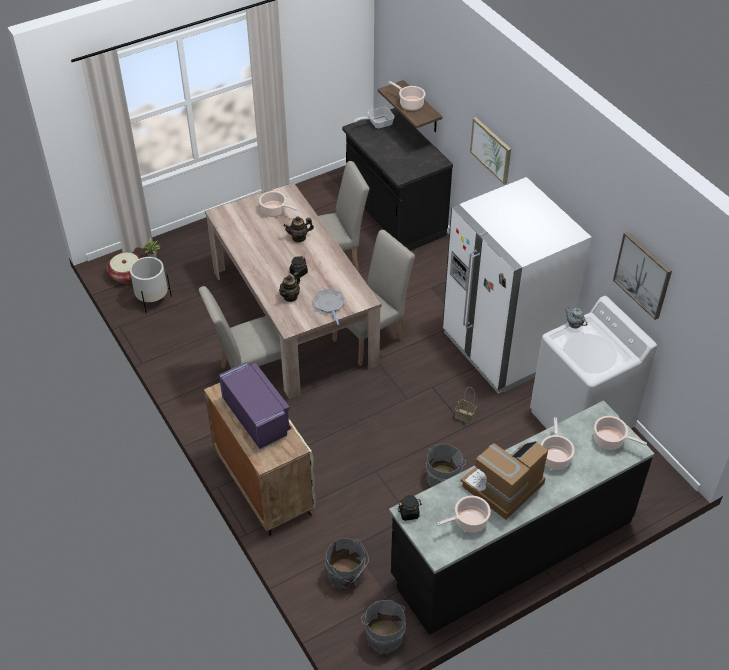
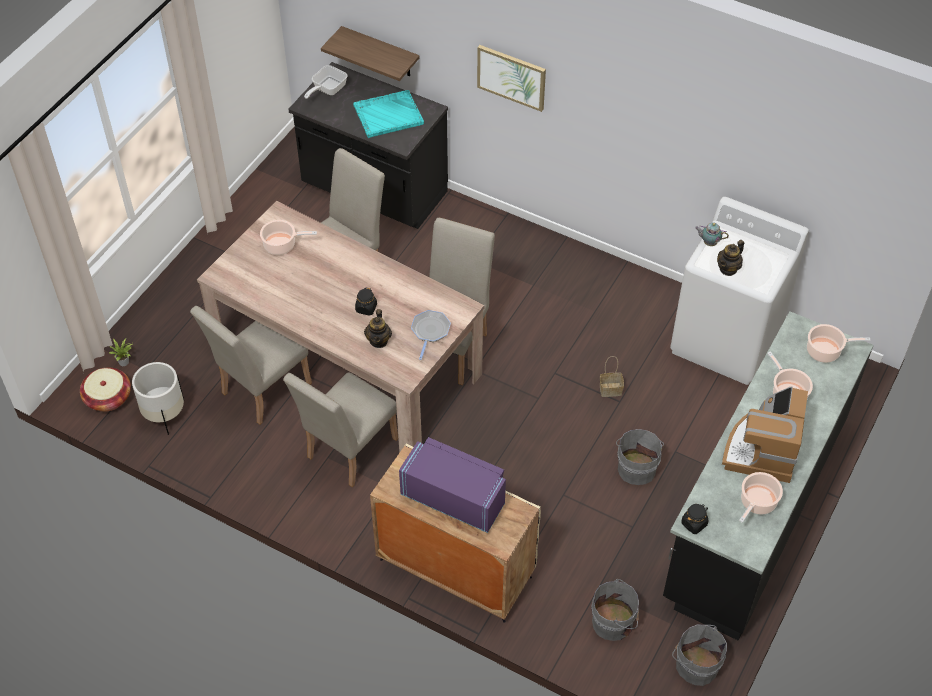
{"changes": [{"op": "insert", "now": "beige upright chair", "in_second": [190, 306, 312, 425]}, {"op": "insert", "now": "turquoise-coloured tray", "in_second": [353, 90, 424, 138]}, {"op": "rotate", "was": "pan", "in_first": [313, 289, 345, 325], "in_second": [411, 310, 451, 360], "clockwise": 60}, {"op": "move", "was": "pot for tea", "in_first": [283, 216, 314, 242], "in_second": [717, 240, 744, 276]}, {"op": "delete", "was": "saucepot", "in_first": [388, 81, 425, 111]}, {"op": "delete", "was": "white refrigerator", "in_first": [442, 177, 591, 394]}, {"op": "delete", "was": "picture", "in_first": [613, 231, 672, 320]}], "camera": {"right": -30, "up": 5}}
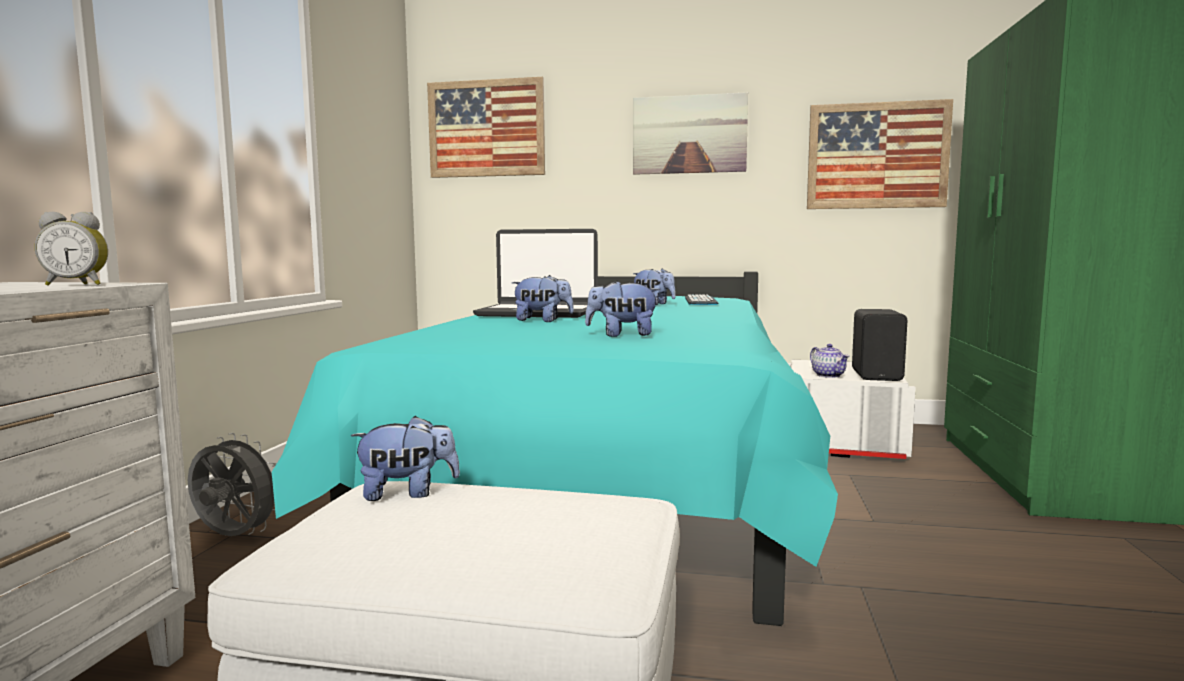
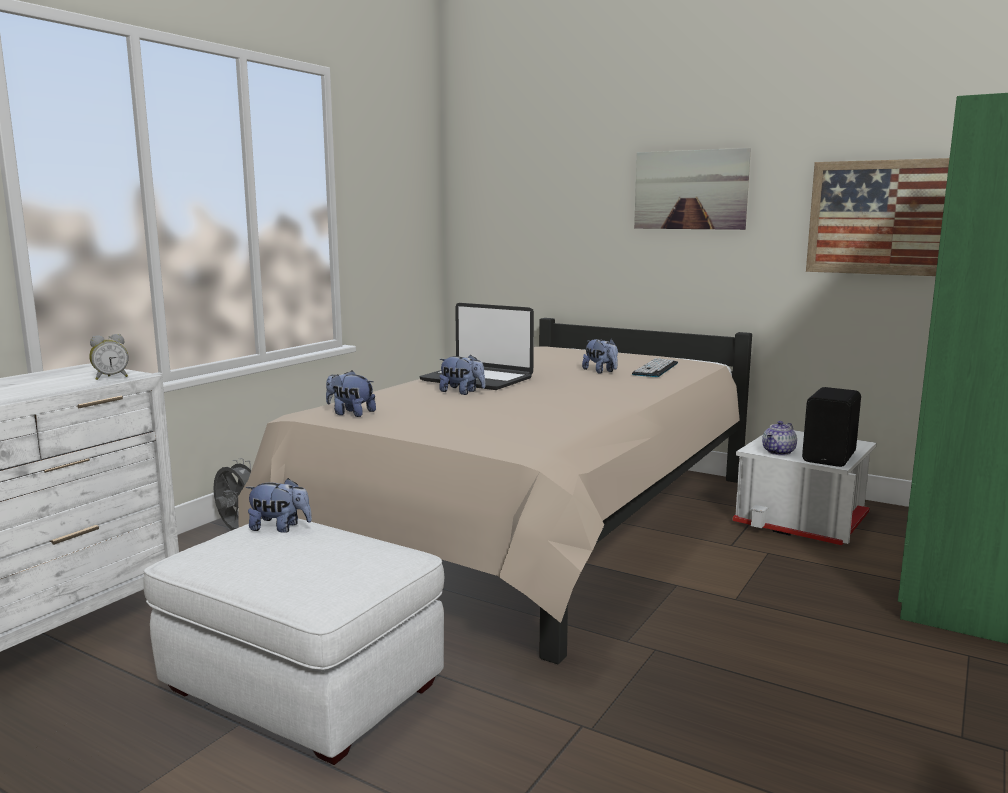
{"changes": [{"op": "rotate", "was": "bedside clock", "in_first": [35, 212, 108, 286], "in_second": [89, 334, 129, 380], "clockwise": -45}, {"op": "recolor", "was": "turquoise-coloured bedroom bed", "now": "beige bedroom bed", "in_first": [272, 272, 838, 626], "in_second": [238, 318, 752, 665]}, {"op": "move", "was": "soft toy", "in_first": [585, 280, 661, 337], "in_second": [326, 370, 376, 417]}, {"op": "rotate", "was": "pot for tea", "in_first": [810, 344, 849, 378], "in_second": [762, 421, 797, 455], "clockwise": 45}, {"op": "delete", "was": "picture", "in_first": [427, 77, 545, 178]}], "camera": {"right": 20, "up": 5}}
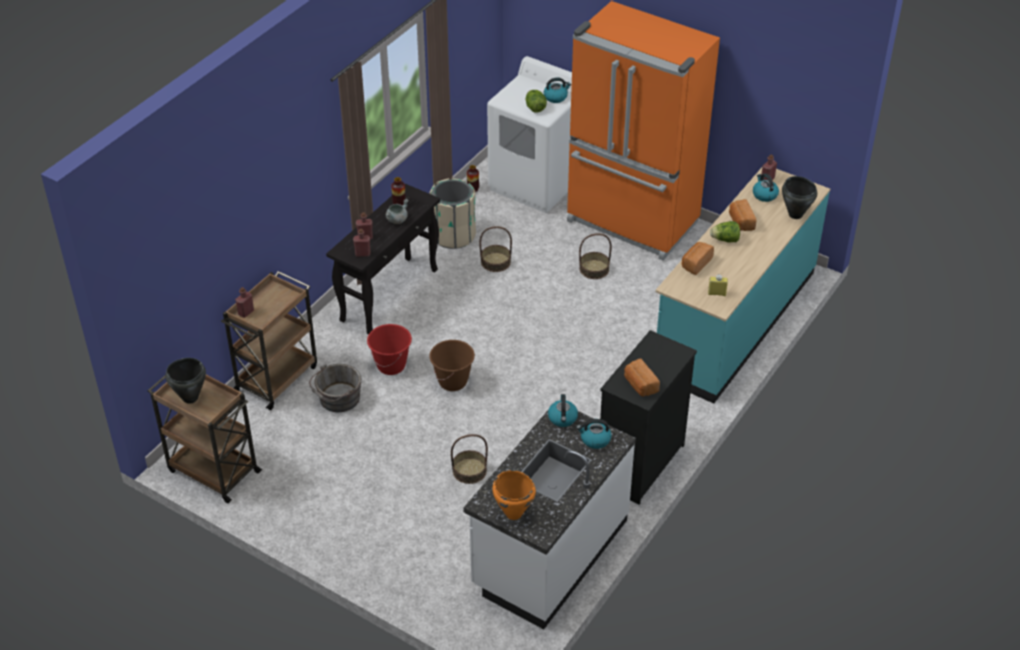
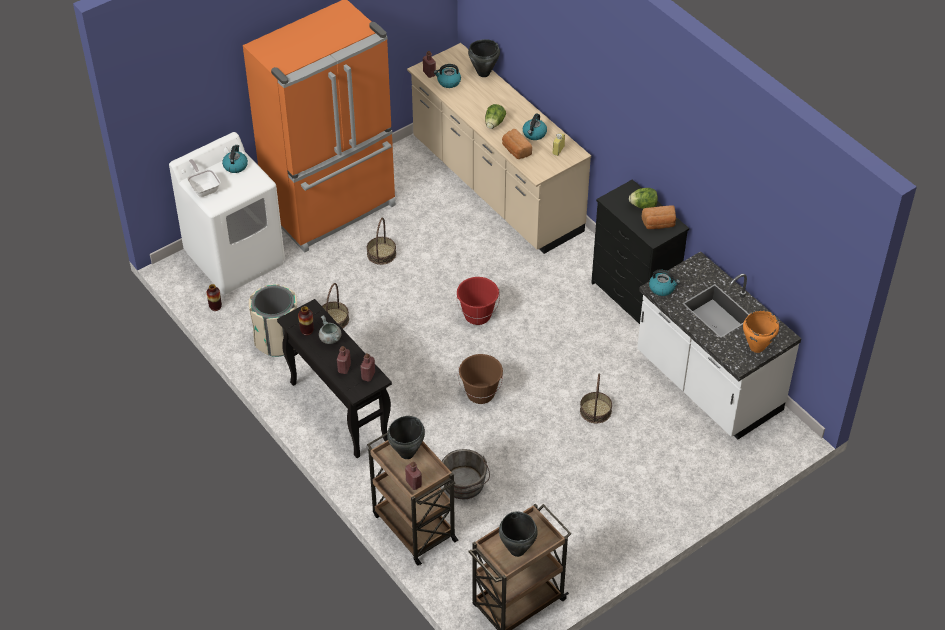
{"changes": [{"op": "insert", "now": "pan", "in_second": [187, 159, 220, 197]}, {"op": "insert", "now": "black saucepot", "in_second": [387, 416, 425, 459]}, {"op": "recolor", "was": "turquoise-coloured counter", "now": "beige counter", "in_first": [655, 168, 830, 404], "in_second": [407, 43, 591, 254]}, {"op": "move", "was": "reddish water bucket", "in_first": [367, 324, 412, 375], "in_second": [456, 277, 500, 325]}, {"op": "move", "was": "kettle", "in_first": [577, 419, 612, 449], "in_second": [523, 114, 547, 140]}, {"op": "move", "was": "lettuce", "in_first": [526, 90, 547, 113], "in_second": [629, 188, 658, 209]}, {"op": "delete", "was": "baked bread", "in_first": [729, 199, 756, 231]}], "camera": {"right": -70, "up": 5}}
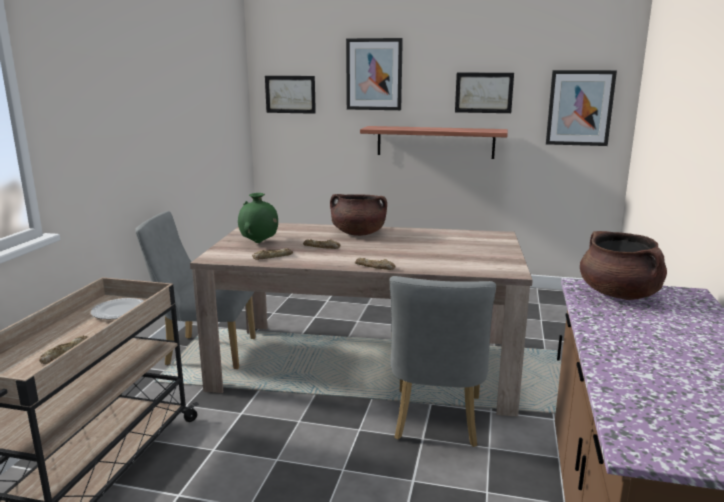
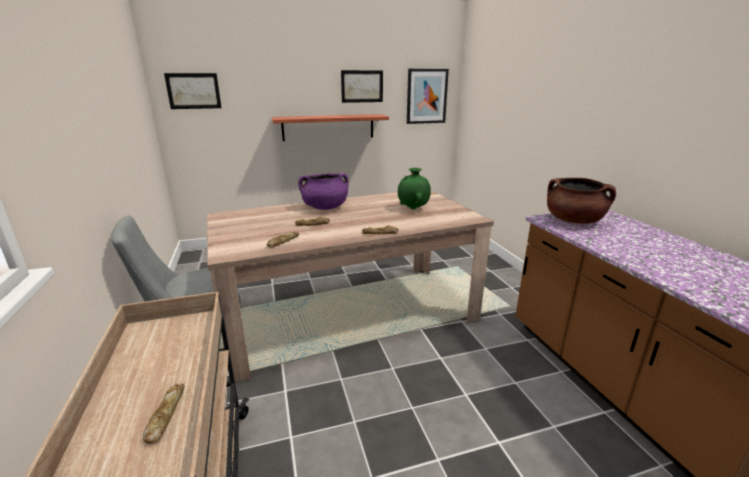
{"changes": [{"op": "recolor", "was": "brown saucepot", "now": "purple saucepot", "in_first": [330, 194, 387, 236], "in_second": [298, 173, 349, 210]}, {"op": "move", "was": "green-coloured vase", "in_first": [238, 193, 278, 243], "in_second": [398, 168, 431, 209]}, {"op": "delete", "was": "dinner plate", "in_first": [91, 298, 144, 319]}, {"op": "delete", "was": "picture", "in_first": [346, 38, 403, 110]}, {"op": "delete", "was": "gray upright chair", "in_first": [390, 276, 496, 447]}], "camera": {"right": -30, "up": 5}}
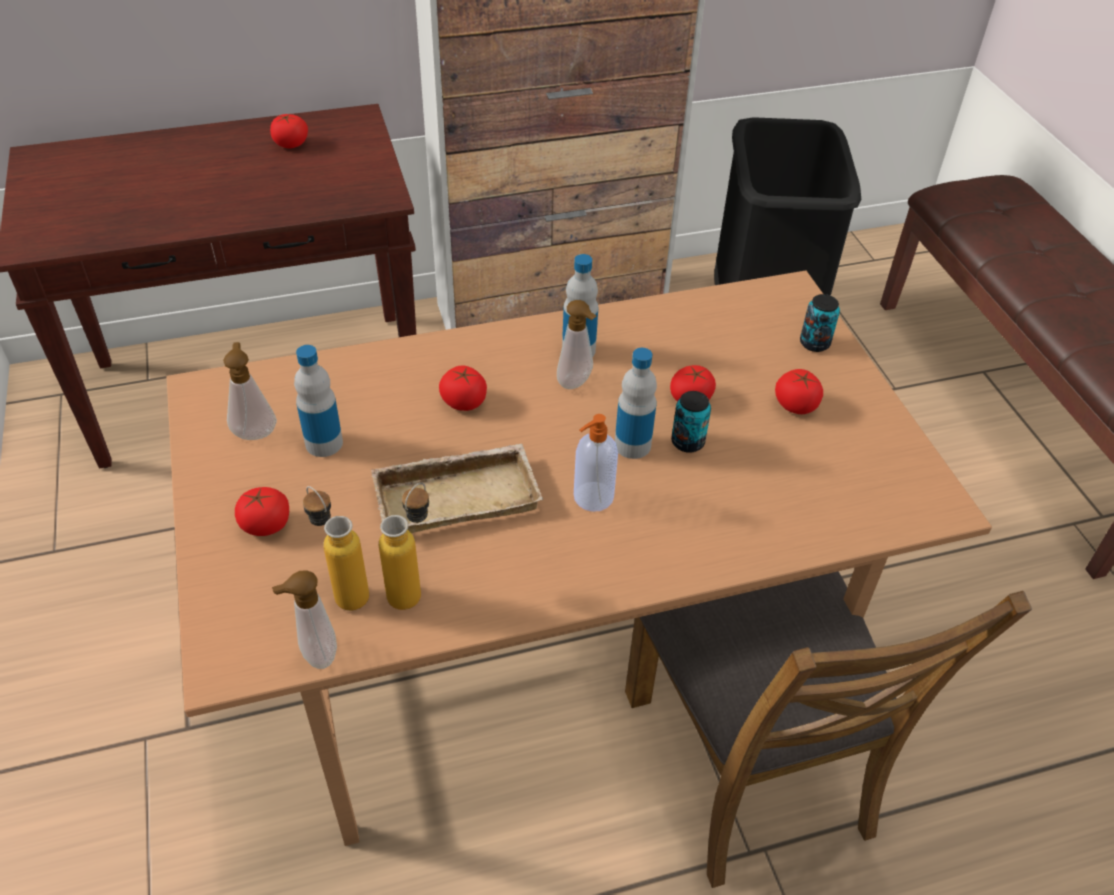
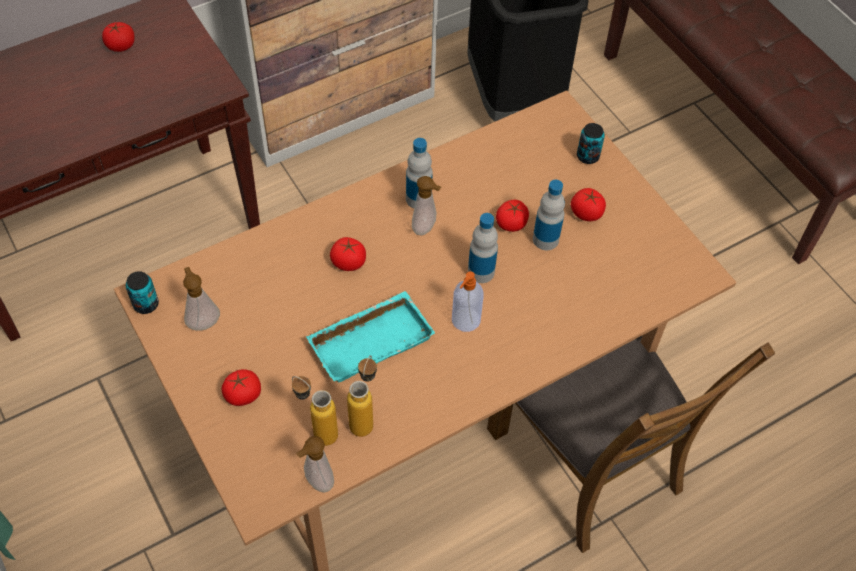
{"changes": [{"op": "move", "was": "metal can", "in_first": [671, 391, 711, 453], "in_second": [126, 271, 159, 314]}, {"op": "recolor", "was": "beige tray", "now": "turquoise-coloured tray", "in_first": [370, 443, 543, 533], "in_second": [306, 291, 435, 383]}, {"op": "move", "was": "drink bottle", "in_first": [294, 345, 343, 457], "in_second": [533, 180, 565, 250]}], "camera": {"right": -15, "up": 10}}
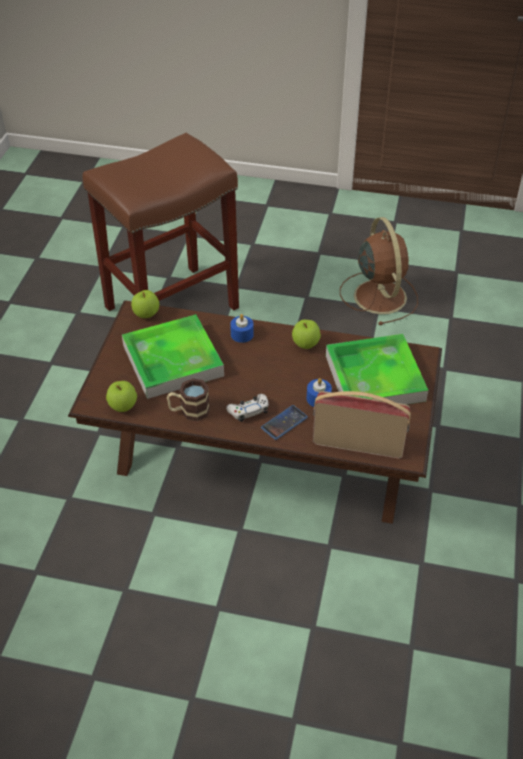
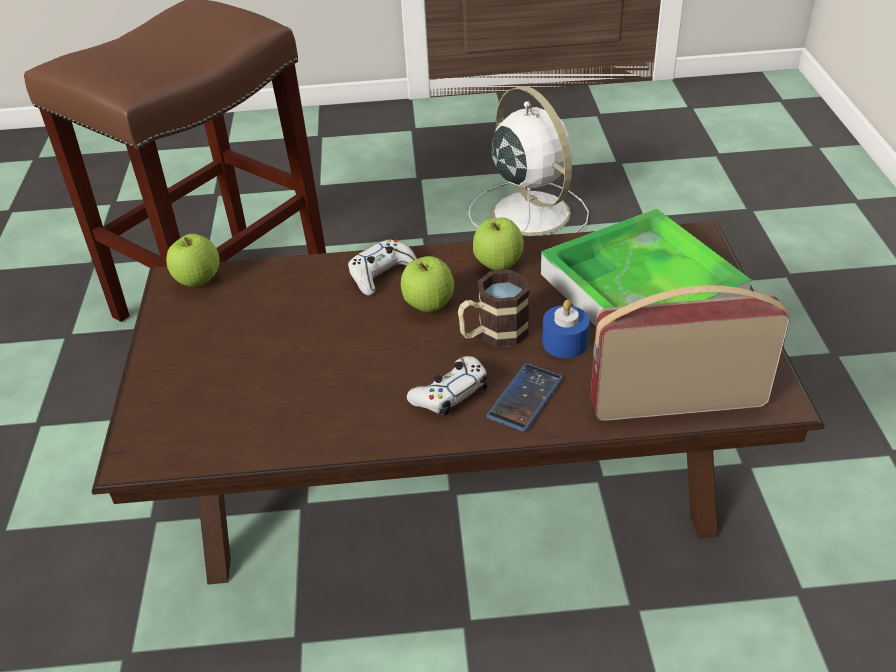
{"changes": [{"op": "replace", "was": "bluish wax candle", "now": "white game controller", "in_first": [230, 314, 254, 343], "in_second": [348, 239, 417, 296]}, {"op": "move", "was": "apple", "in_first": [106, 381, 137, 412], "in_second": [401, 256, 454, 312]}, {"op": "move", "was": "mug", "in_first": [167, 378, 210, 421], "in_second": [458, 270, 530, 347]}, {"op": "recolor", "was": "brown cooling fan", "now": "white cooling fan", "in_first": [340, 217, 418, 325], "in_second": [468, 86, 589, 236]}, {"op": "delete", "was": "tray", "in_first": [122, 314, 224, 399]}], "camera": {"right": -15, "up": -5}}
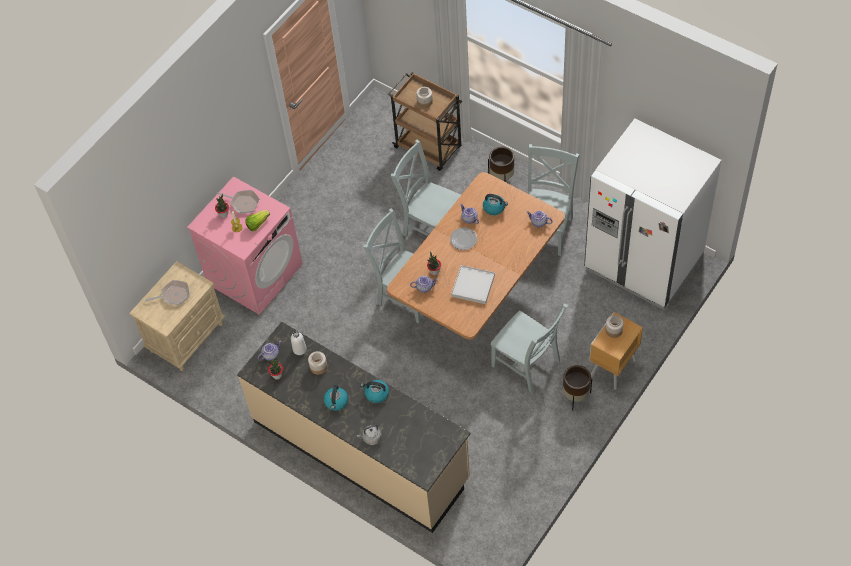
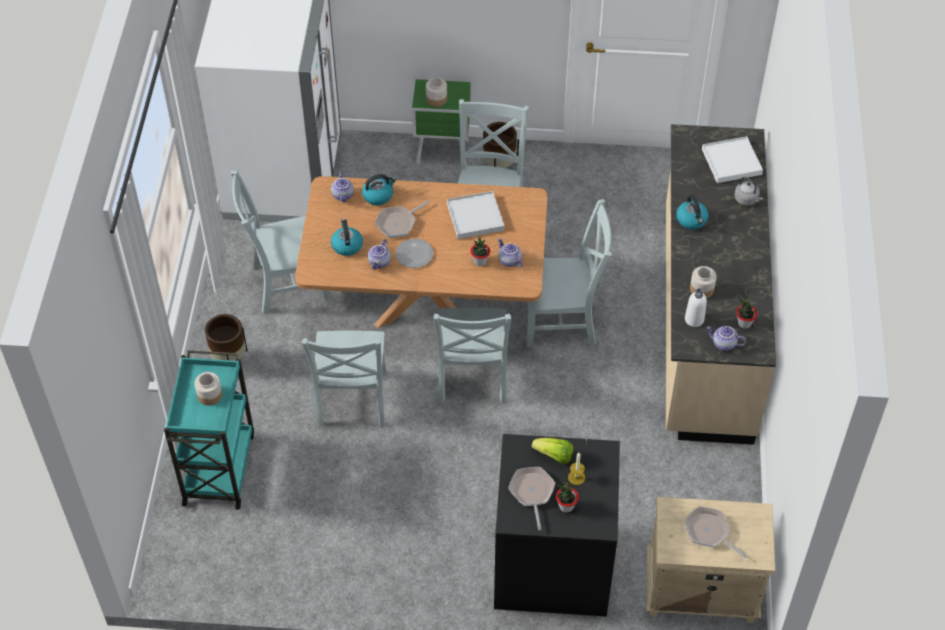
{"changes": [{"op": "recolor", "was": "brown cart", "now": "turquoise-coloured cart", "in_first": [388, 72, 462, 171], "in_second": [164, 350, 254, 510]}, {"op": "move", "was": "kettle", "in_first": [324, 385, 348, 411], "in_second": [362, 174, 396, 205]}, {"op": "insert", "now": "pan", "in_second": [375, 200, 430, 238]}, {"op": "recolor", "was": "brown night table", "now": "green-coloured night table", "in_first": [589, 312, 643, 390], "in_second": [412, 79, 470, 166]}, {"op": "recolor", "was": "pinkish washing machine", "now": "black washing machine", "in_first": [187, 176, 303, 315], "in_second": [494, 434, 620, 617]}, {"op": "insert", "now": "gray upright chair", "in_second": [527, 199, 612, 347]}, {"op": "insert", "now": "white tray", "in_second": [702, 136, 763, 183]}], "camera": {"right": -125, "up": -5}}
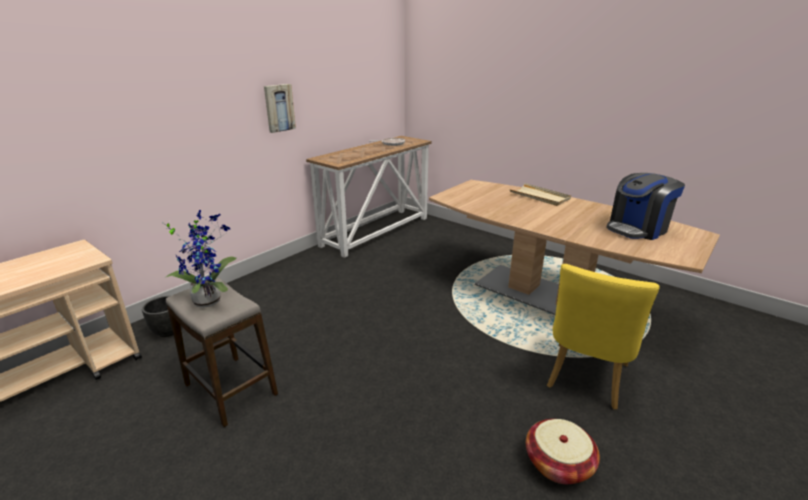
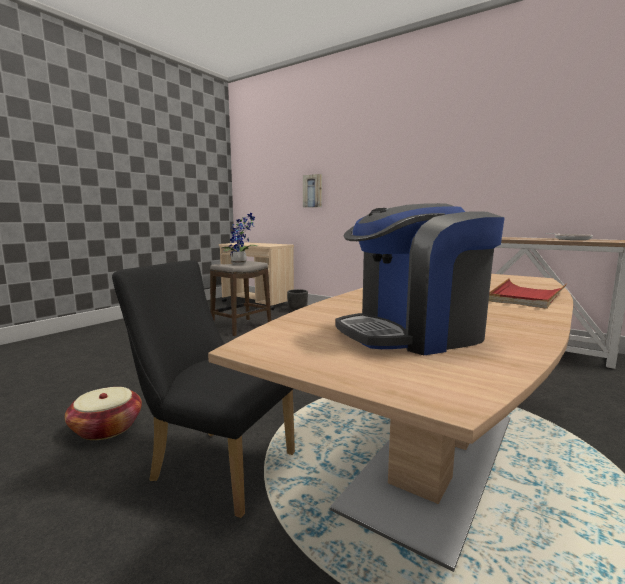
{"changes": [{"op": "recolor", "was": "yellowish upright chair", "now": "black upright chair", "in_first": [547, 264, 660, 409], "in_second": [112, 260, 295, 518]}, {"op": "move", "was": "picture", "in_first": [264, 84, 296, 133], "in_second": [303, 174, 322, 208]}, {"op": "rotate", "was": "coffee maker", "in_first": [606, 173, 685, 240], "in_second": [335, 203, 505, 355], "clockwise": -75}, {"op": "recolor", "was": "beige tray", "now": "reddish tray", "in_first": [509, 183, 571, 206], "in_second": [489, 278, 567, 309]}], "camera": {"right": 85, "up": -15}}
